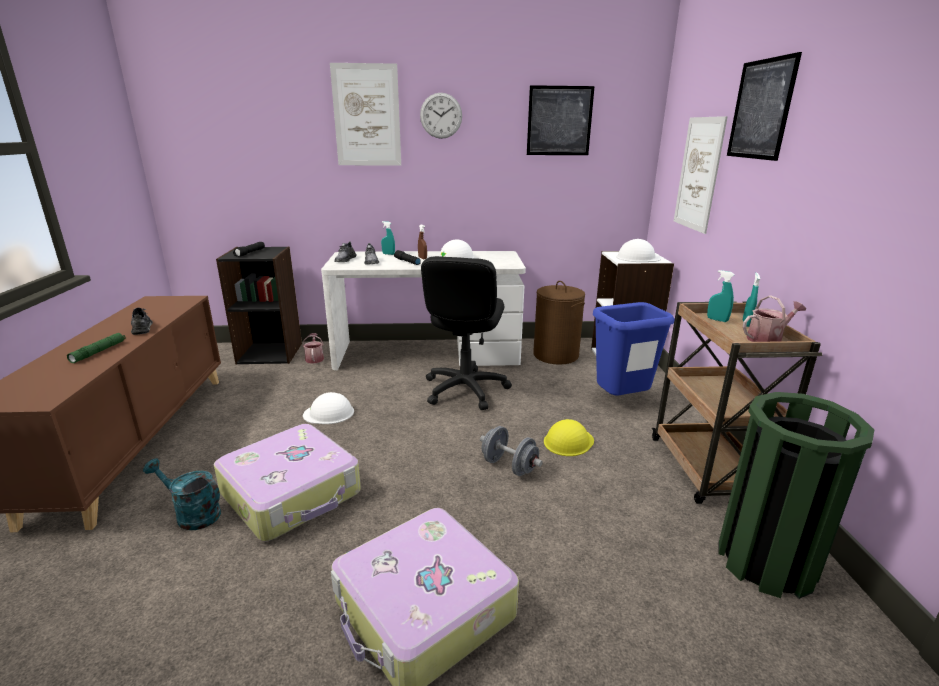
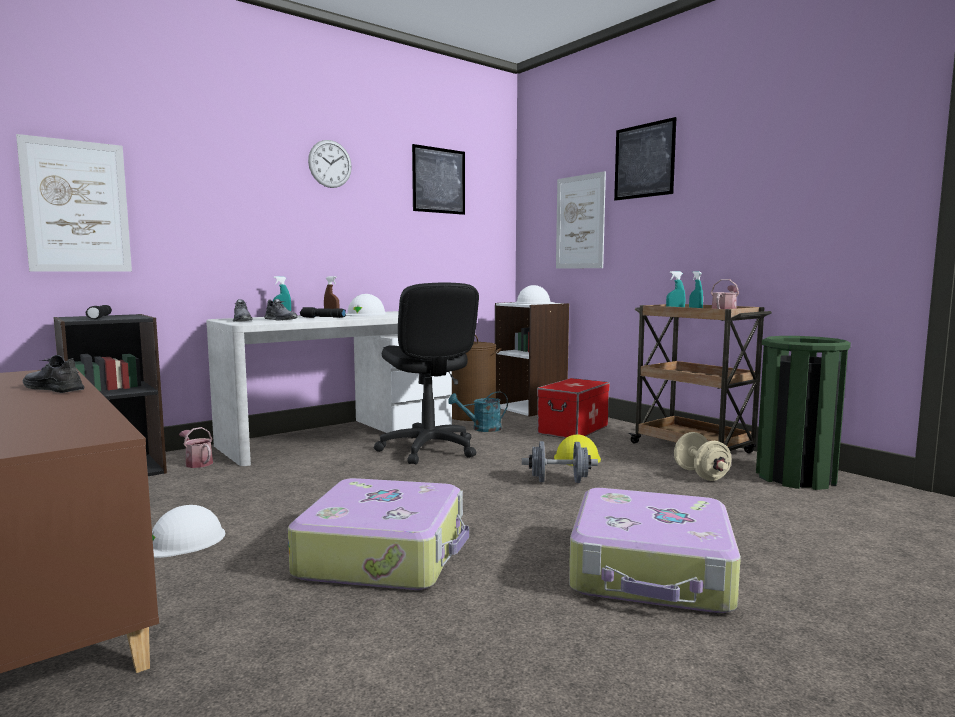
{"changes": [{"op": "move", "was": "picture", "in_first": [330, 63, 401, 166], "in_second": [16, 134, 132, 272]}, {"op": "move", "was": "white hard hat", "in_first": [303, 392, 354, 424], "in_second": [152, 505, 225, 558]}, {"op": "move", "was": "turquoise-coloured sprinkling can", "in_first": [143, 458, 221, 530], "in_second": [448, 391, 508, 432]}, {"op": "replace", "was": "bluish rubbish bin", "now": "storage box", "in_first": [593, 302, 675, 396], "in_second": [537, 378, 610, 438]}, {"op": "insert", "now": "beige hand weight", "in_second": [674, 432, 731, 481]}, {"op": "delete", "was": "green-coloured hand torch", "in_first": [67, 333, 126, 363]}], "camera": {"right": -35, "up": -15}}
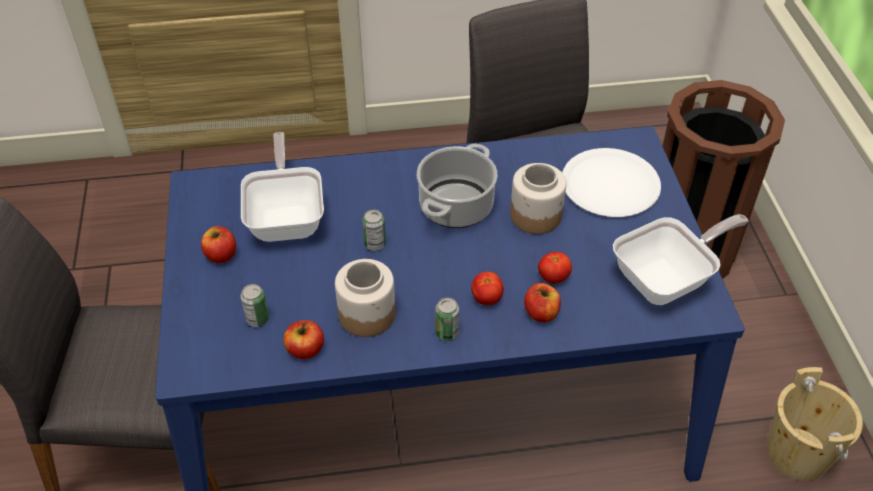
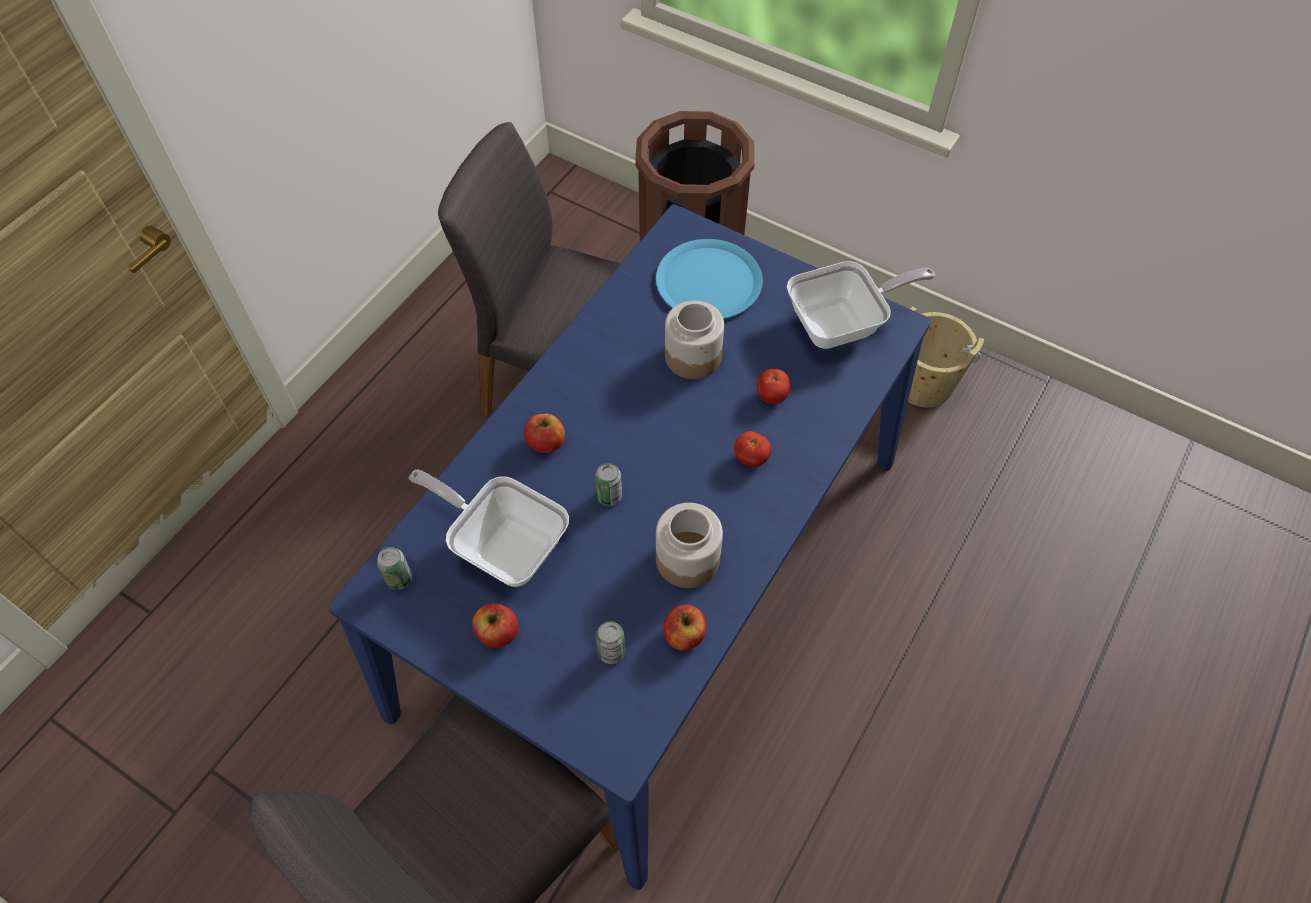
{"changes": [{"op": "move", "was": "metal can", "in_first": [435, 297, 459, 341], "in_second": [377, 547, 412, 590]}, {"op": "move", "was": "apple", "in_first": [524, 283, 561, 322], "in_second": [524, 414, 565, 453]}, {"op": "recolor", "was": "white dinner plate", "now": "bluish dinner plate", "in_first": [562, 148, 661, 217], "in_second": [656, 239, 763, 319]}, {"op": "rotate", "was": "pan", "in_first": [613, 214, 749, 305], "in_second": [787, 261, 935, 349], "clockwise": 60}, {"op": "delete", "was": "saucepot", "in_first": [417, 144, 498, 228]}], "camera": {"right": -50, "up": 10}}
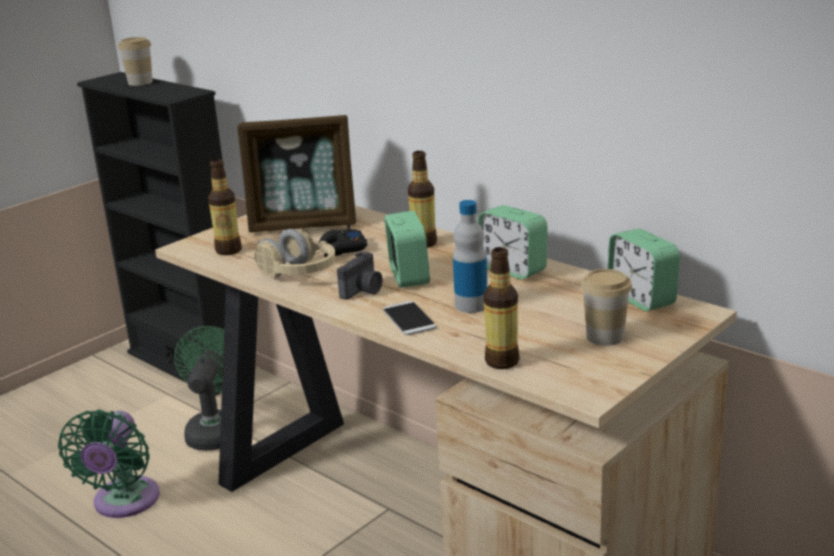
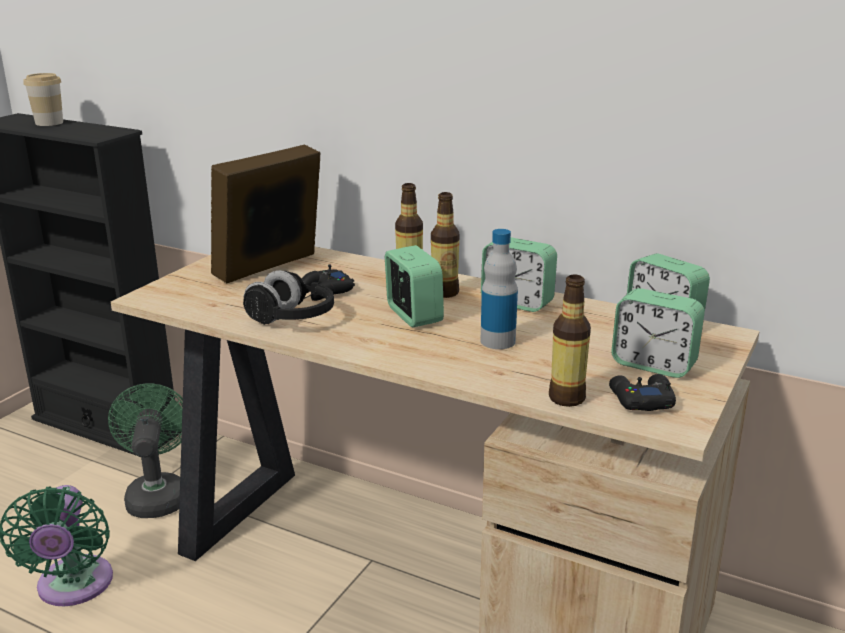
{"changes": [{"op": "rotate", "was": "picture frame", "in_first": [237, 115, 356, 232], "in_second": [211, 144, 320, 283], "clockwise": 150}, {"op": "recolor", "was": "beige headphones", "now": "black headphones", "in_first": [254, 229, 336, 278], "in_second": [243, 270, 334, 325]}, {"op": "move", "was": "drink bottle", "in_first": [208, 159, 242, 255], "in_second": [431, 192, 459, 298]}, {"op": "insert", "now": "black game controller", "in_second": [609, 374, 676, 411]}, {"op": "replace", "was": "drinking cup", "now": "bedside clock", "in_first": [581, 269, 632, 346], "in_second": [611, 288, 705, 378]}, {"op": "delete", "was": "still camera", "in_first": [337, 252, 383, 300]}, {"op": "delete", "was": "handset", "in_first": [383, 301, 436, 335]}], "camera": {"right": -15, "up": 0}}
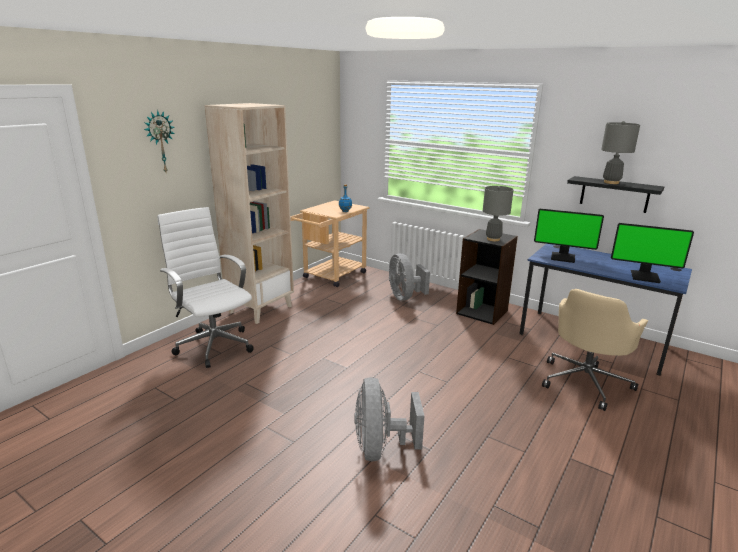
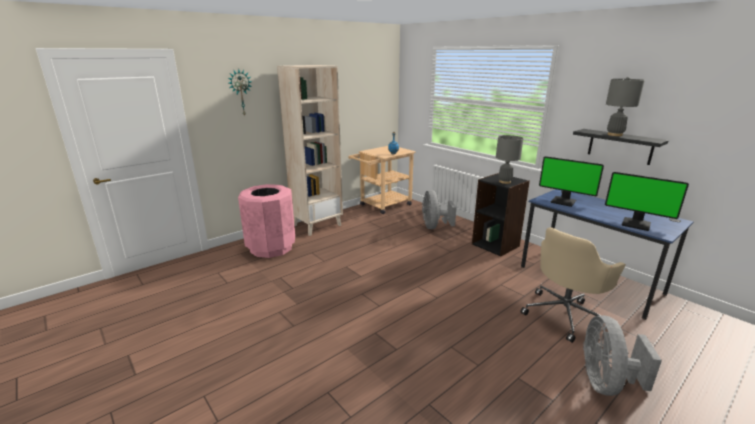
{"changes": [{"op": "replace", "was": "white desk chair", "now": "pinkish rubbish bin", "in_first": [157, 207, 254, 368], "in_second": [238, 184, 295, 258]}, {"op": "move", "was": "gray cooling fan", "in_first": [354, 377, 424, 461], "in_second": [583, 315, 662, 396]}], "camera": {"right": 15, "up": 0}}
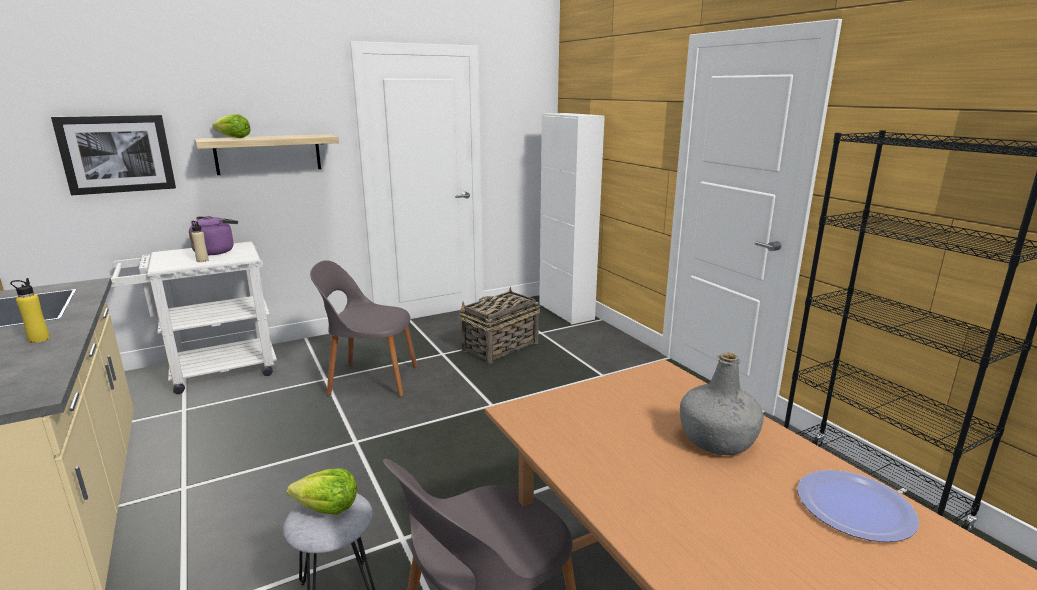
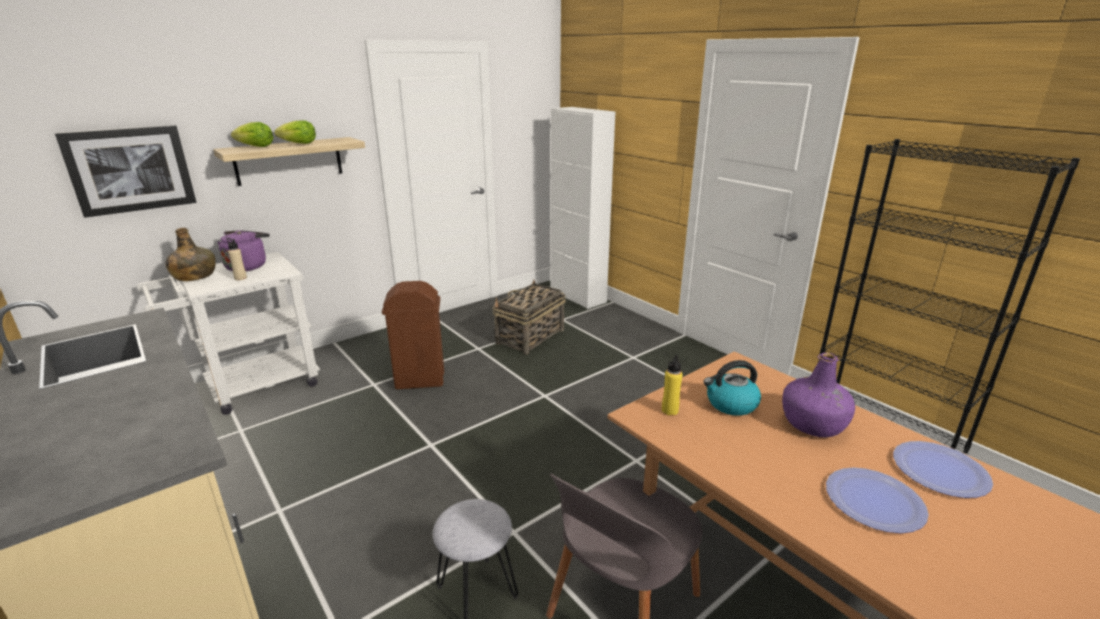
{"changes": [{"op": "insert", "now": "green-coloured drink bottle", "in_second": [165, 228, 216, 281]}, {"op": "move", "was": "lettuce", "in_first": [287, 468, 357, 515], "in_second": [274, 120, 316, 144]}, {"op": "replace", "was": "gray upright chair", "now": "brown rubbish bin", "in_first": [310, 260, 417, 397], "in_second": [382, 281, 444, 389]}, {"op": "move", "was": "yellowish drink bottle", "in_first": [10, 278, 50, 343], "in_second": [662, 354, 683, 416]}, {"op": "insert", "now": "kettle", "in_second": [703, 360, 761, 416]}, {"op": "recolor", "was": "gray drink bottle", "now": "purple drink bottle", "in_first": [680, 353, 764, 455], "in_second": [782, 352, 855, 437]}, {"op": "insert", "now": "dinner plate", "in_second": [826, 467, 929, 533]}], "camera": {"right": -10, "up": 5}}
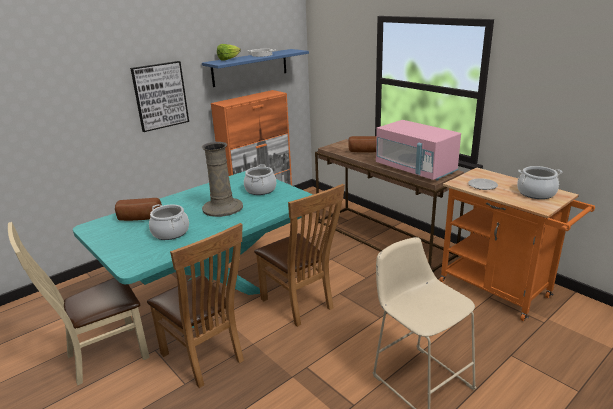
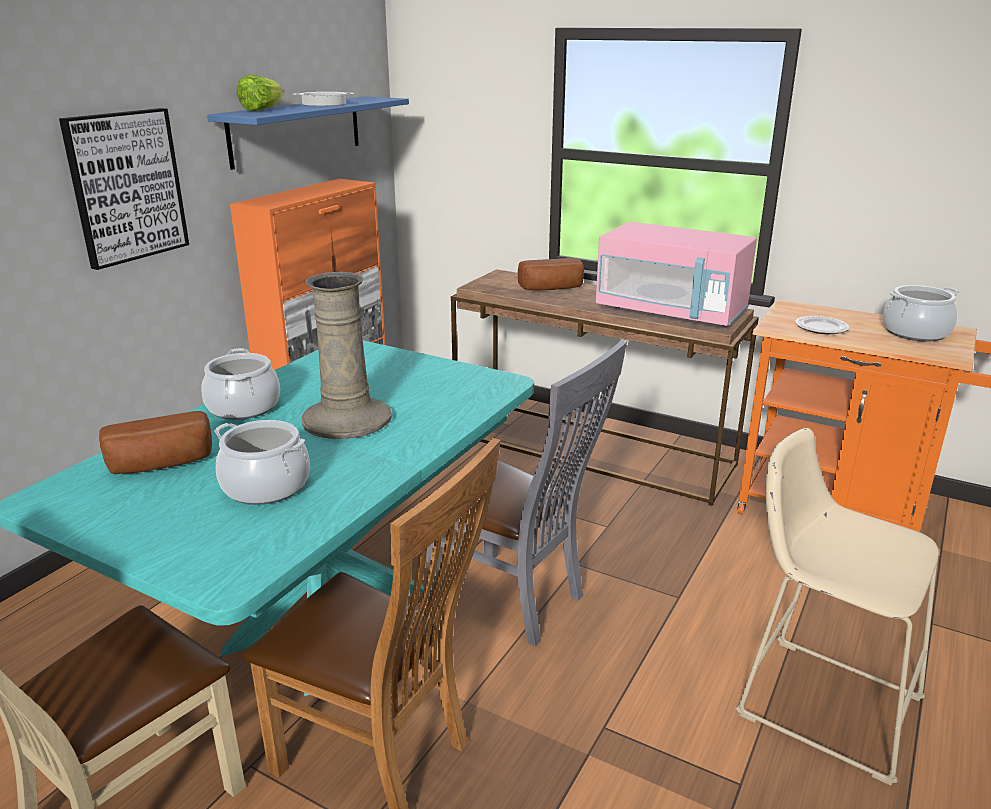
{"changes": [{"op": "move", "was": "saucepot", "in_first": [244, 164, 276, 195], "in_second": [201, 348, 280, 420]}, {"op": "recolor", "was": "brown upright chair", "now": "gray upright chair", "in_first": [254, 184, 345, 327], "in_second": [420, 340, 627, 647]}], "camera": {"right": -20, "up": 0}}
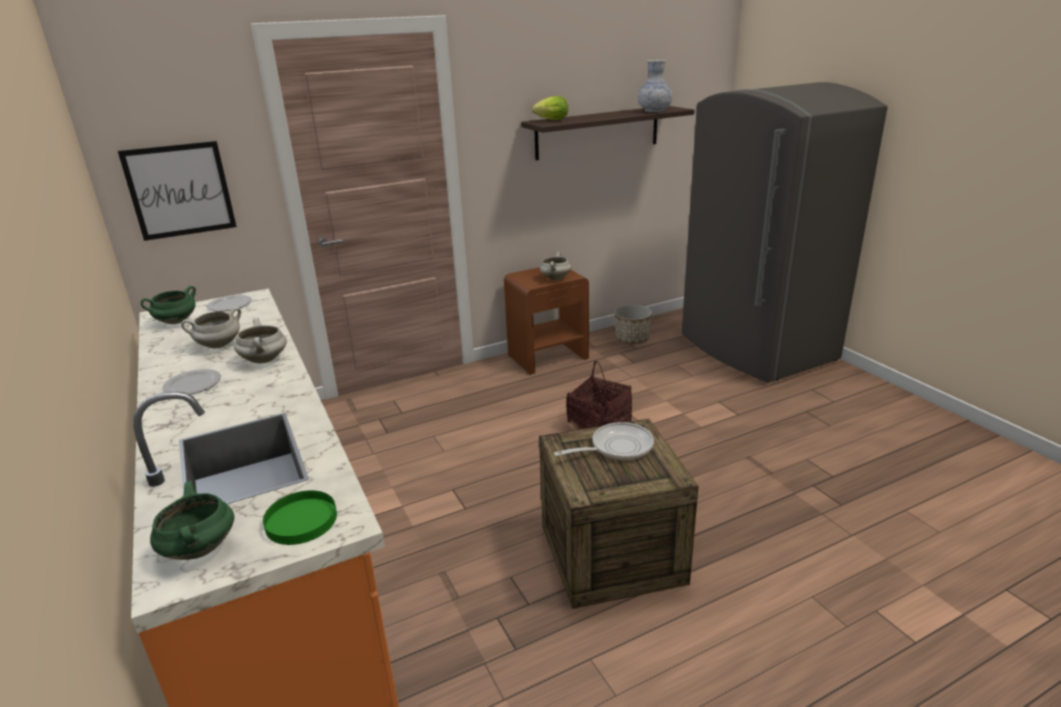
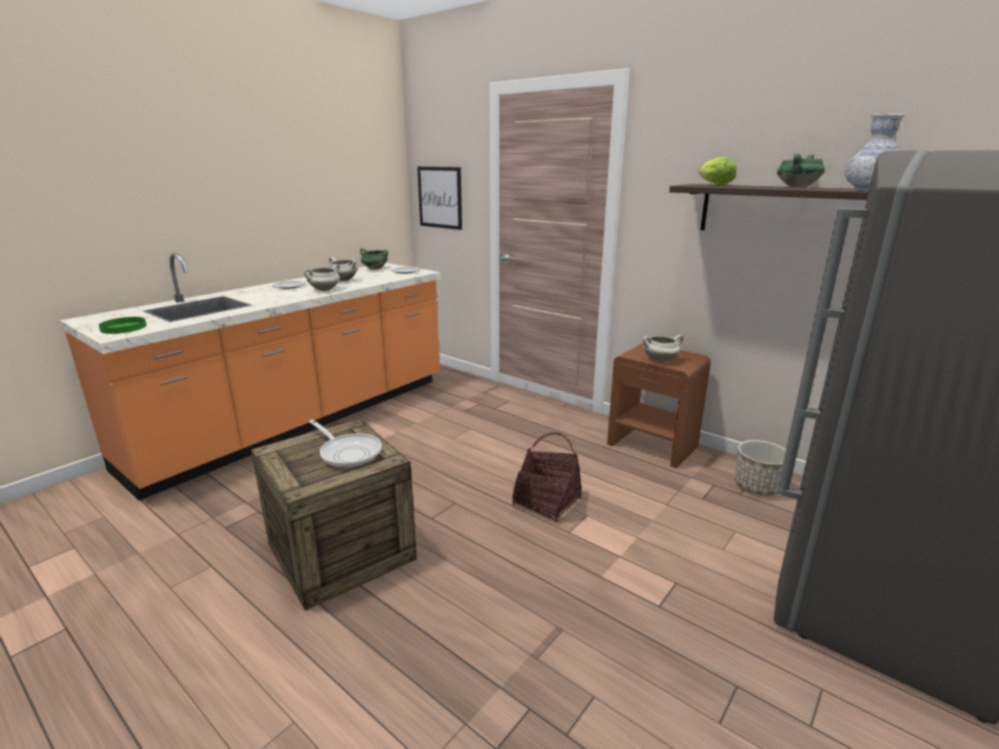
{"changes": [{"op": "move", "was": "green-coloured saucepot", "in_first": [150, 481, 234, 560], "in_second": [777, 154, 825, 188]}], "camera": {"right": 65, "up": -5}}
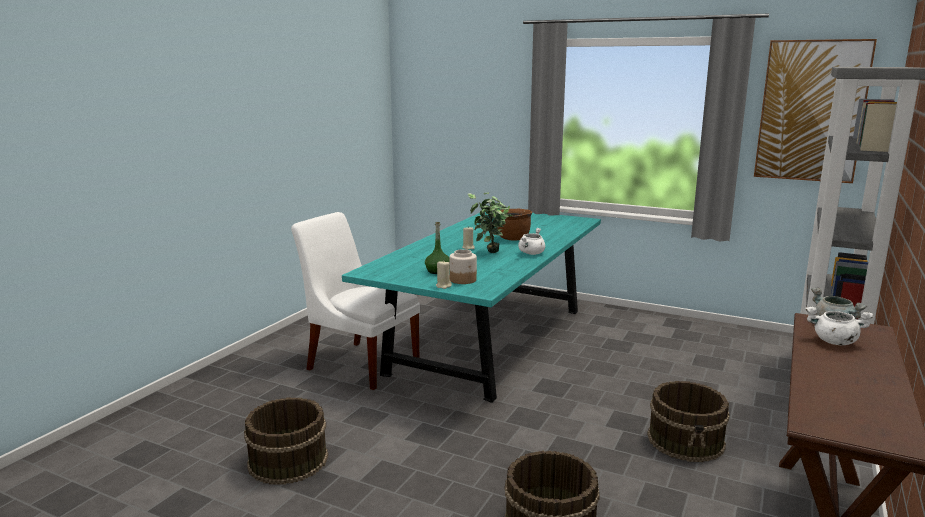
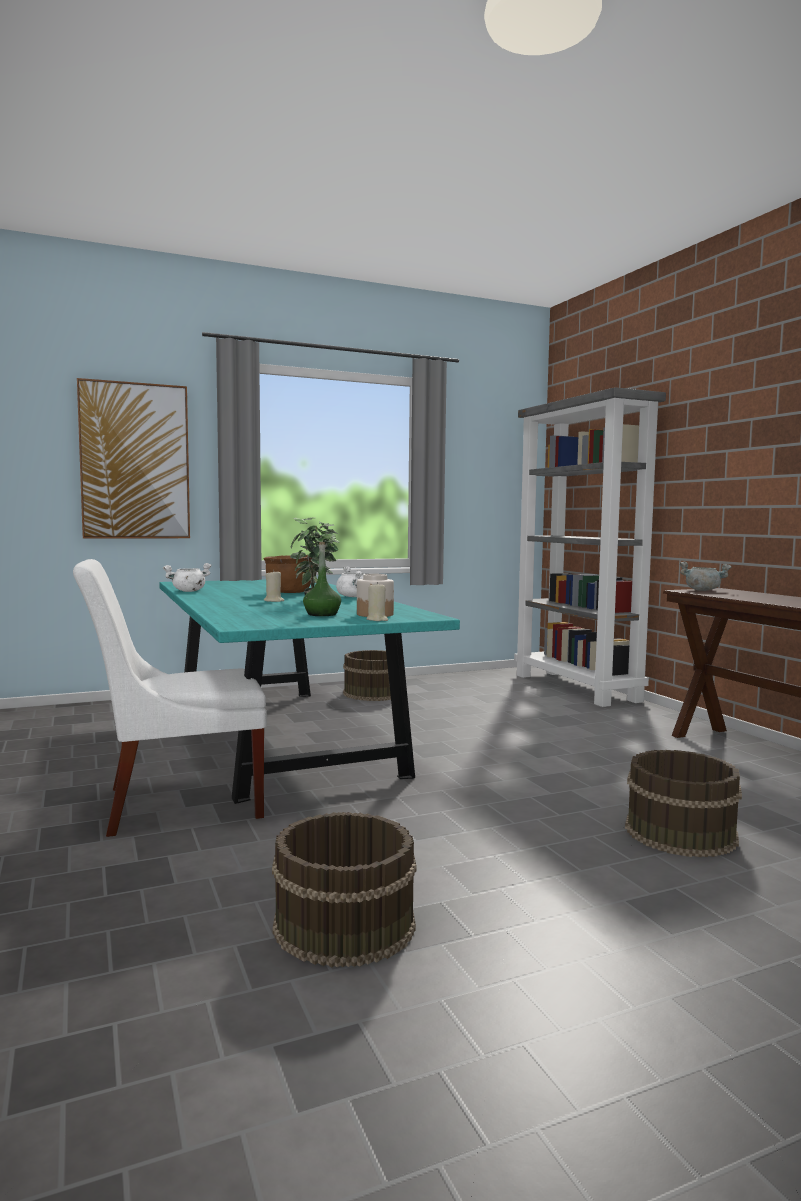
{"changes": [{"op": "move", "was": "picture", "in_first": [754, 39, 877, 183], "in_second": [77, 378, 190, 539]}, {"op": "move", "was": "white saucepot", "in_first": [805, 306, 873, 345], "in_second": [163, 563, 212, 592]}, {"op": "move", "was": "brown water bucket", "in_first": [647, 381, 730, 462], "in_second": [343, 650, 391, 701]}], "camera": {"right": -50, "up": -10}}
